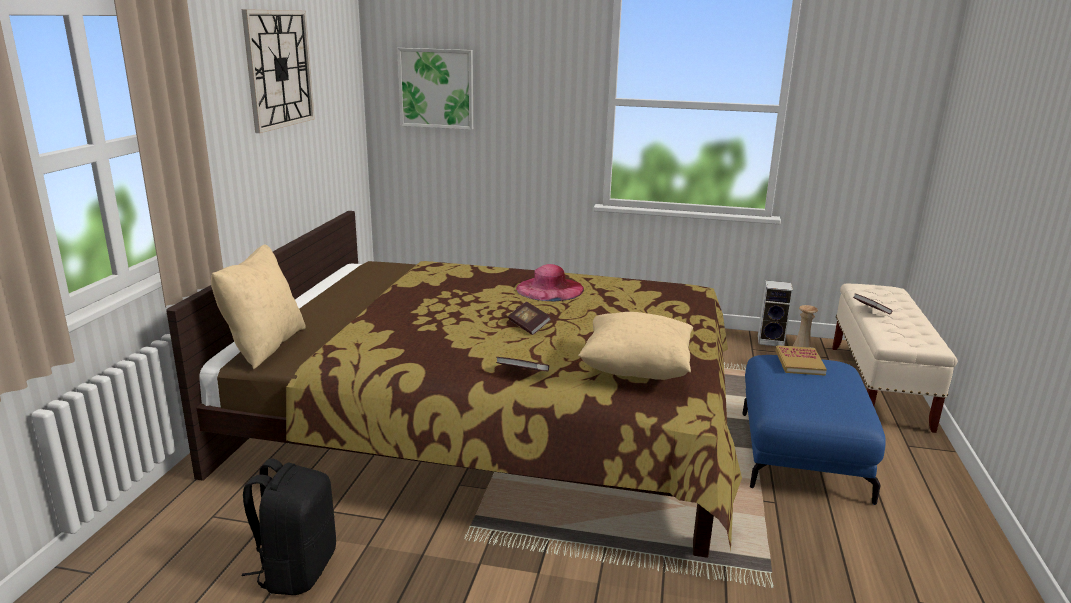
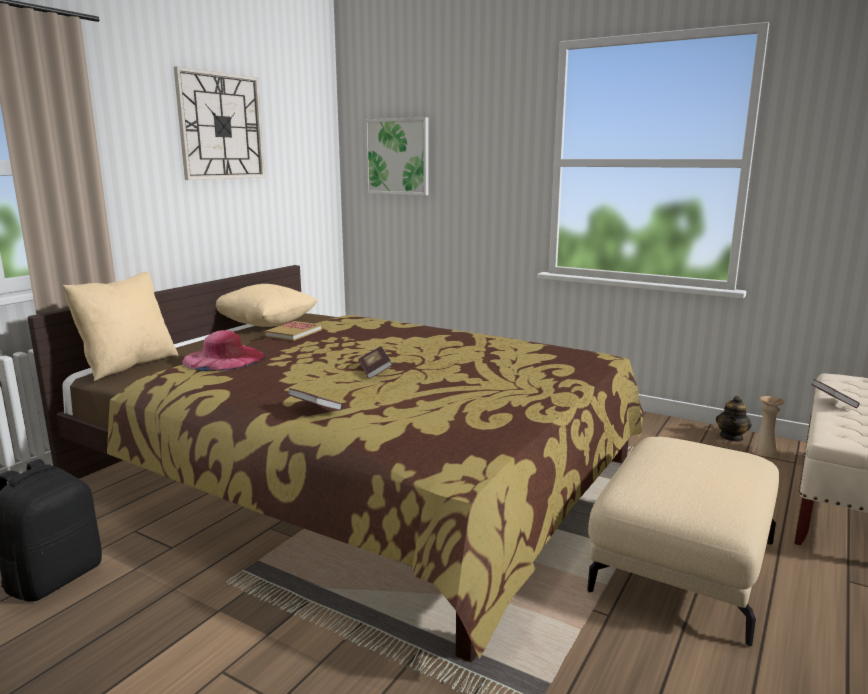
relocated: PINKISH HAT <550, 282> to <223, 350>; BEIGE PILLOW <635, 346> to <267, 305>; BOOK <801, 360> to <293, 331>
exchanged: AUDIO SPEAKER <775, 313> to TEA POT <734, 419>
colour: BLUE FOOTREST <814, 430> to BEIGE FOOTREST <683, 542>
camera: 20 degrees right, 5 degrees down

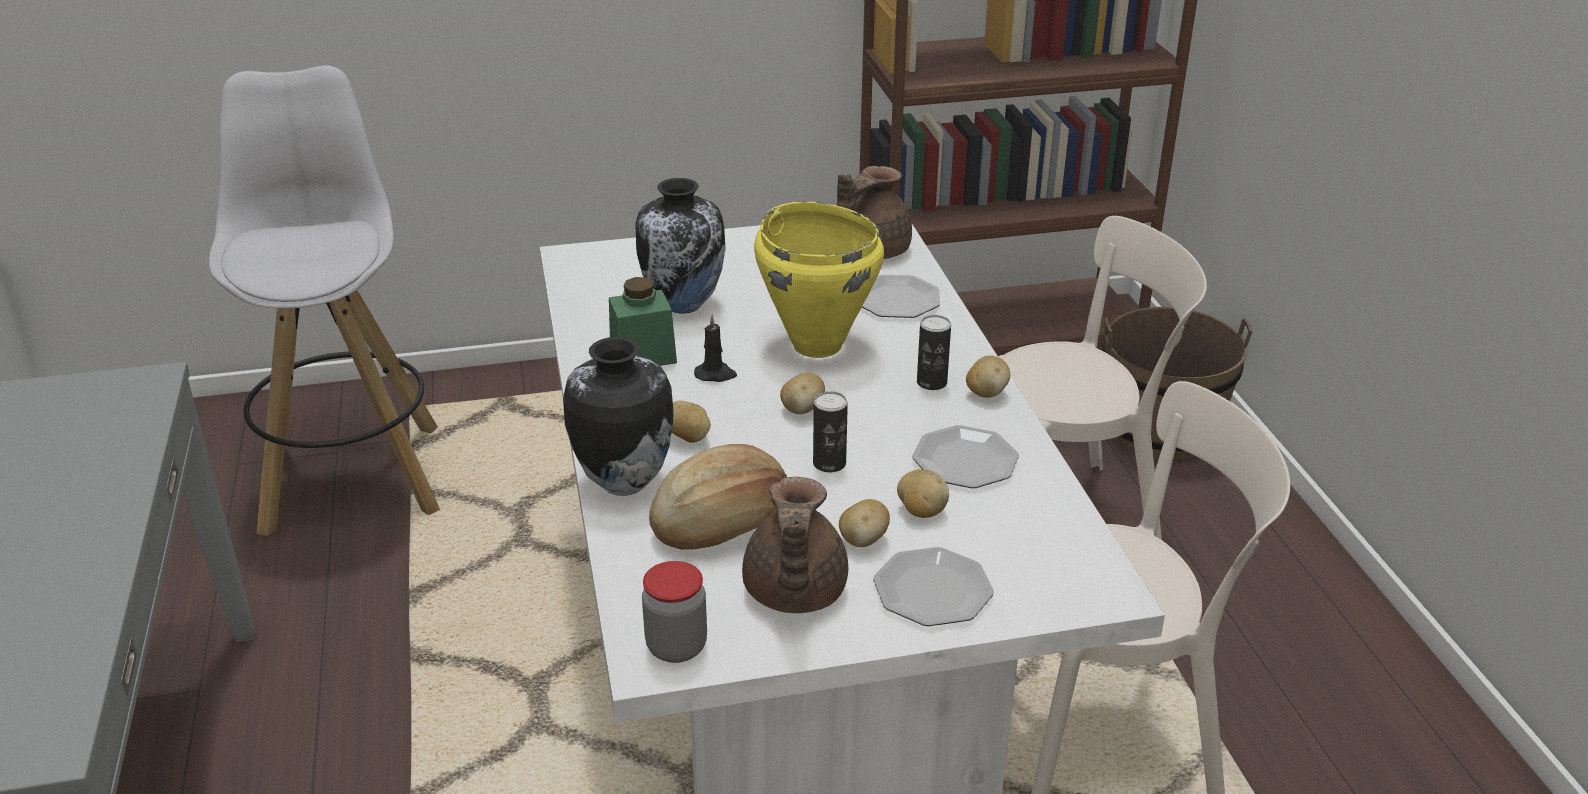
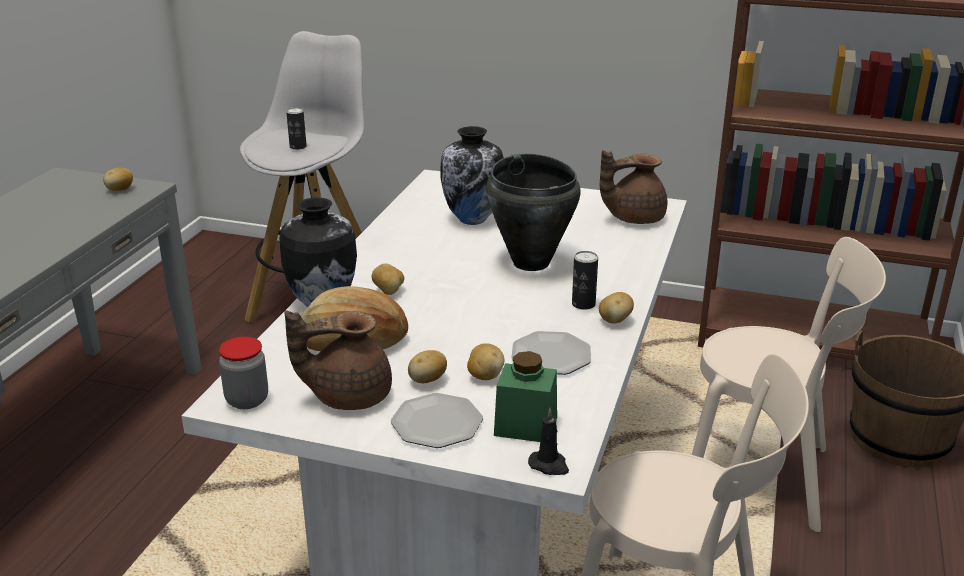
missing: FLAT DISH <901, 296>
relocated: SPUD <802, 393> to <118, 179>; SEALED CAN <830, 431> to <296, 128>; GREEN PRESERVE JAR <643, 321> to <525, 396>; BLACK WAX LIGHT <715, 348> to <548, 441>
colour: YELLOW COOKING POT <819, 280> to BLACK COOKING POT <533, 212>
spun: BROWN-COLOURED TEA POT <795, 545> = <338, 360> 45 degrees clockwise
camera: 30 degrees right, 5 degrees down

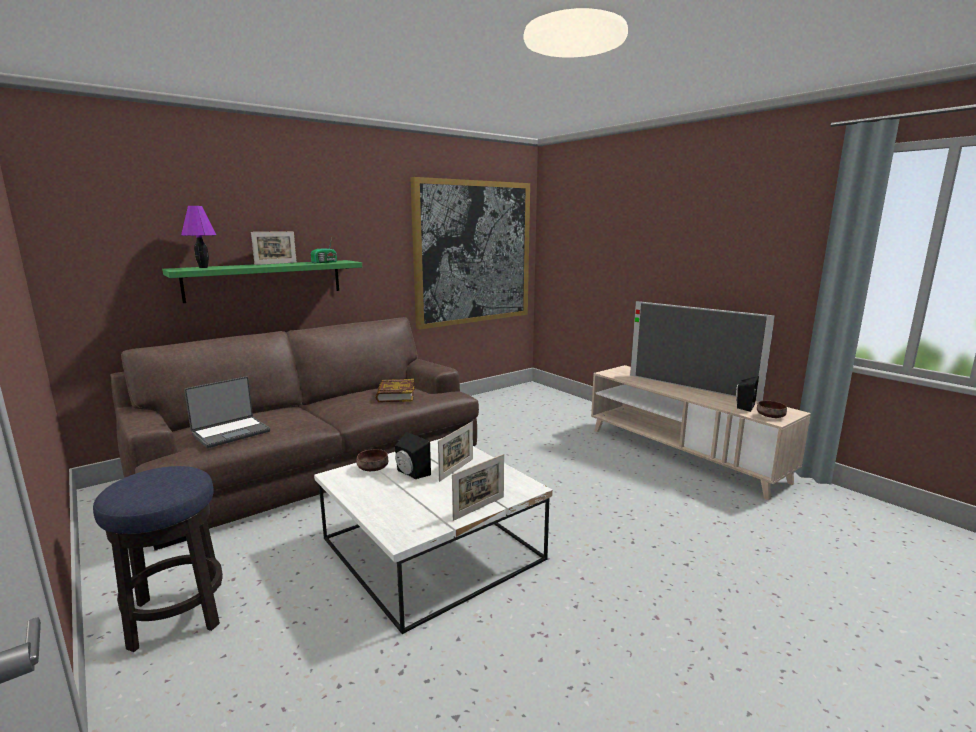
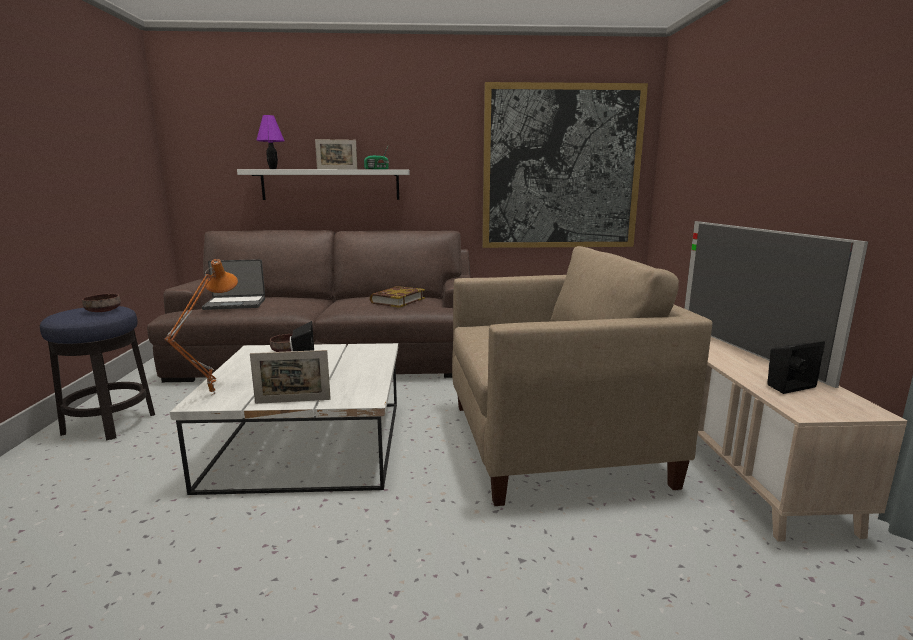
missing: PHOTO FRAME <455, 452>
appeared: ORANGEY LAMP FOR A TABLE <201, 327>; BEIGE EASY CHAIR <582, 376>
relocated: BROWN-COLOURED DEEP DISH <772, 409> to <101, 303>
colour: GREEN WALL SHELF <262, 281> to WHITISH WALL SHELF <323, 184>
camera: 35 degrees right, 0 degrees up

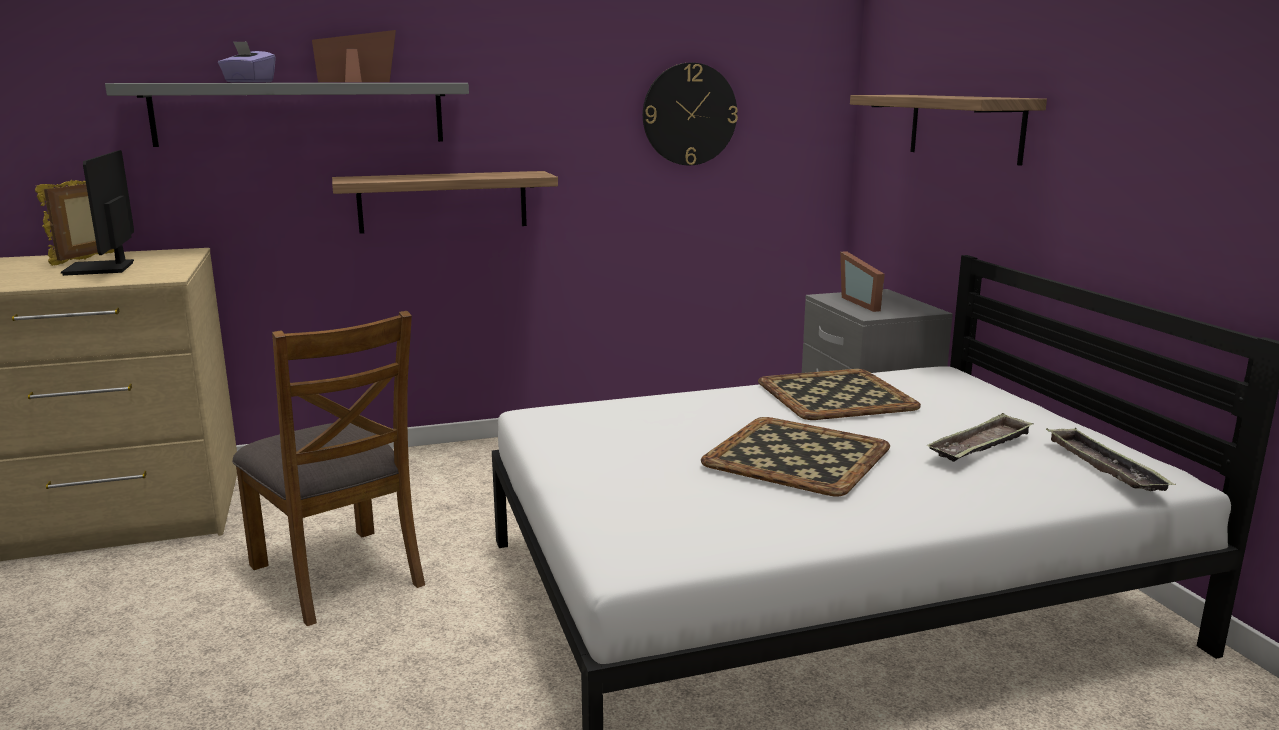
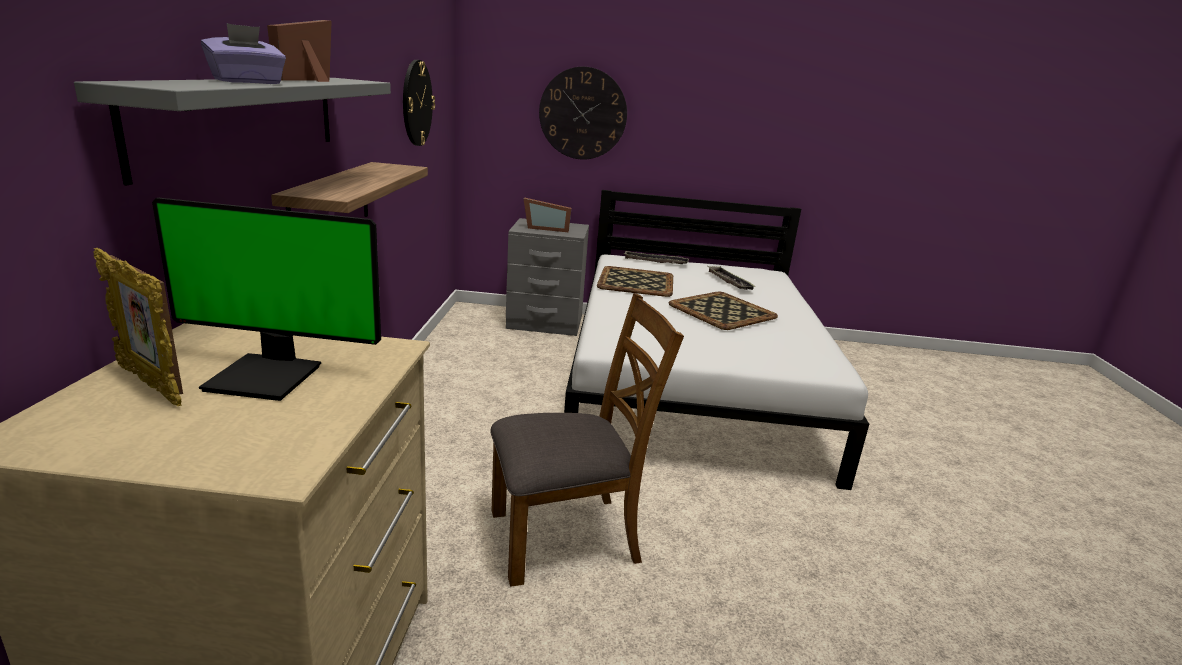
relocated: SERVING TRAY <1111, 459> to <656, 257>
exchanged: WALL SHELF <948, 130> to WALL CLOCK <583, 113>
camera: 70 degrees left, 5 degrees up

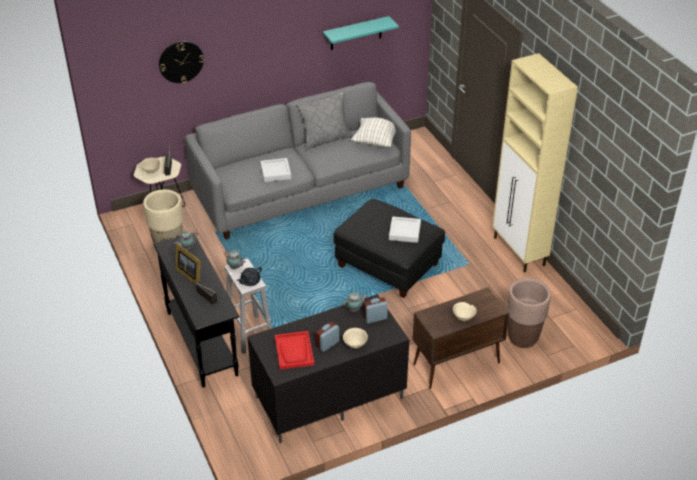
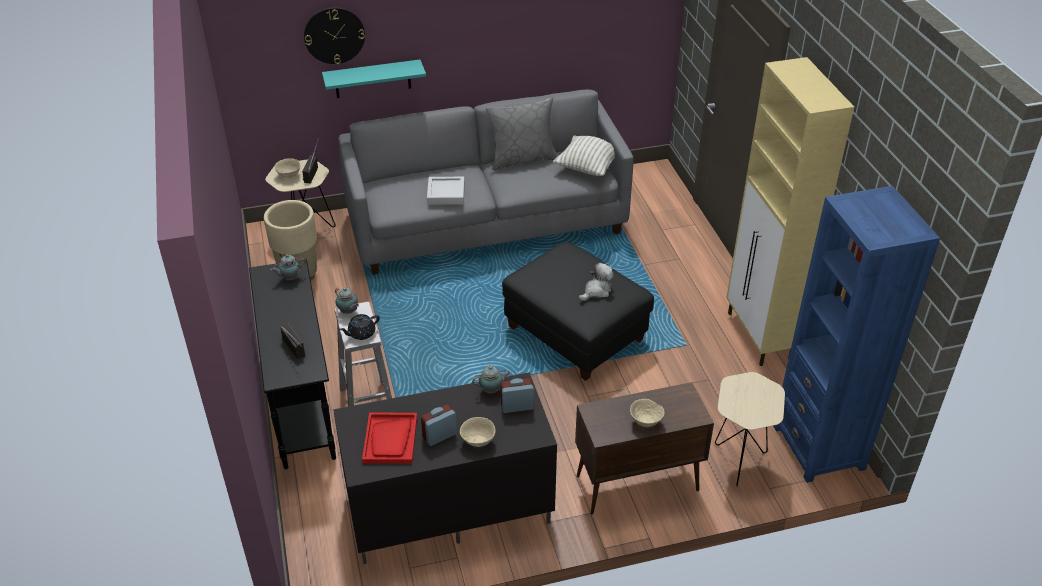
missing: PHOTO FRAME <188, 264>
appeared: BLUE SHELVING UNIT <856, 334>
relocated: TURQUOISE-COLOURED WALL SHELF <361, 33> to <374, 79>
exchanged: GRAY SERVING TRAY <405, 229> to SOFT TOY <596, 282>; BROWN-COLOURED PLANT POT <529, 313> to BEIGE ACCENT TABLE <750, 429>
camera: 10 degrees right, 0 degrees up

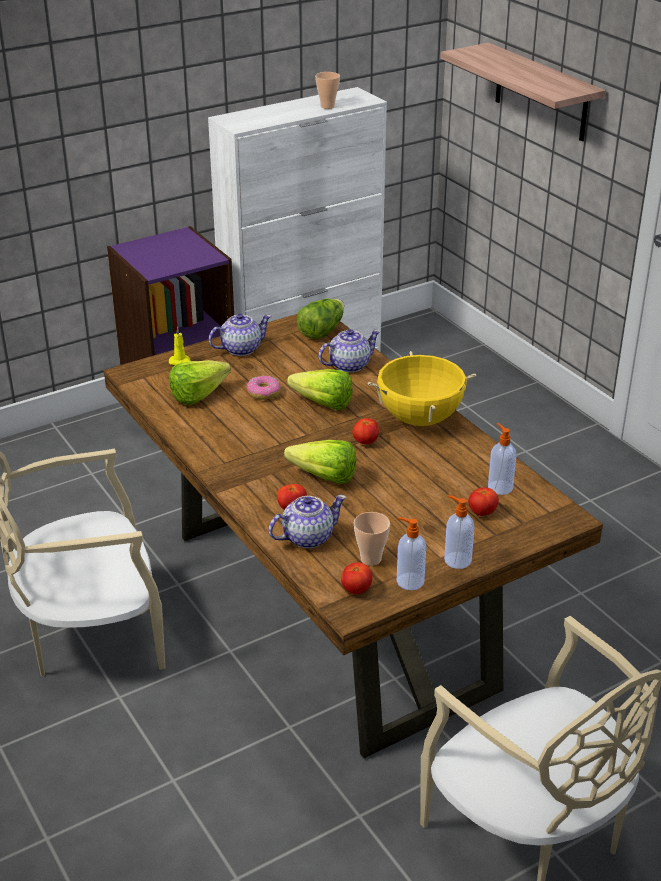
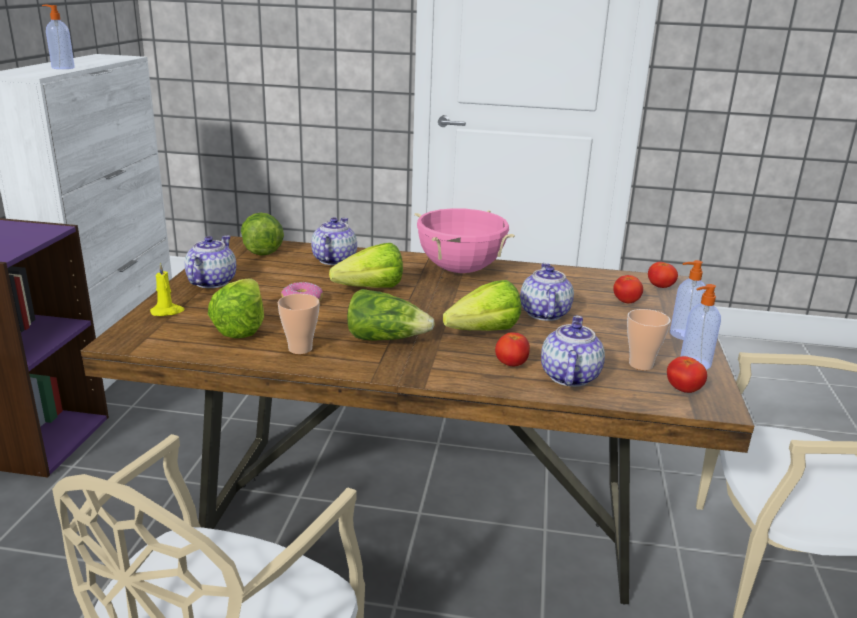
missing: WALL SHELF <522, 92>
appeared: HEAD OF LETTUCE <391, 315>; TEA POT <547, 292>
relocated: SOAP BOTTLE <502, 459> to <58, 37>; SMALL CUP <327, 90> to <299, 324>; TOMATO <365, 431> to <663, 275>
colour: YELLOW COOKING POT <422, 388> to PINKISH COOKING POT <465, 240>
camera: 50 degrees left, 10 degrees down

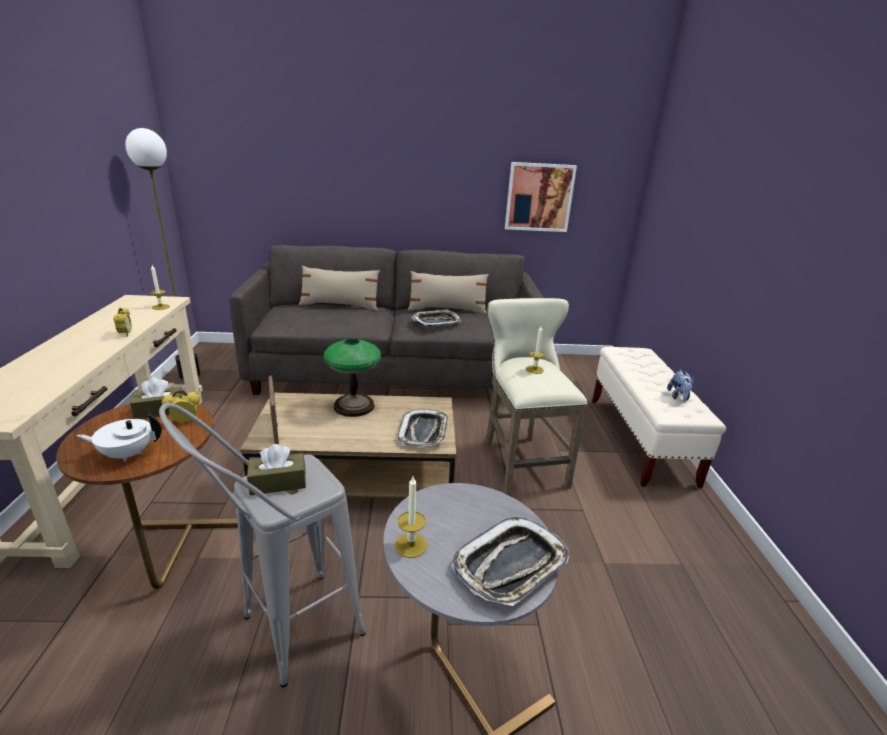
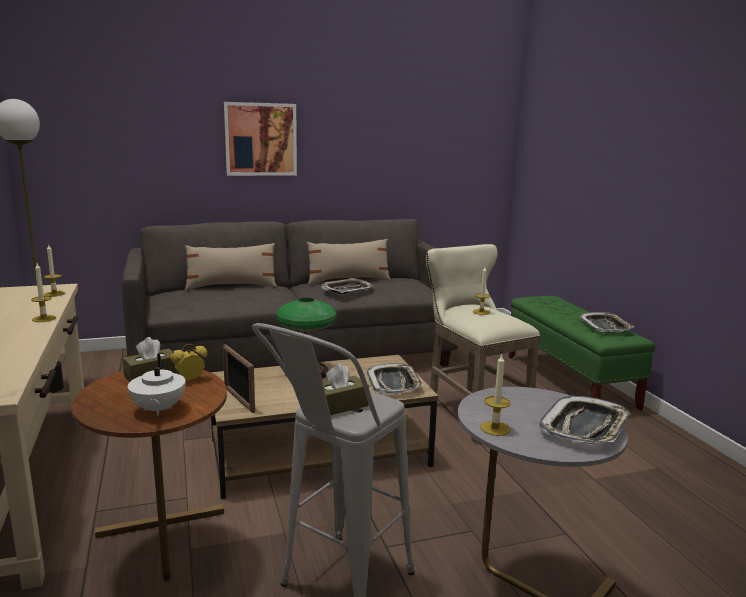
relocated: WALL ART <541, 197> to <260, 139>
exchanged: TABLE CLOCK <122, 322> to WAX LIGHT <43, 292>; SOFT TOY <680, 385> to SERVING TRAY <606, 322>
colour: BEIGE LONG SEAT <659, 417> to GREEN LONG SEAT <582, 353>
spun: WHITISH TEA POT <119, 438> = <157, 385> 75 degrees counterclockwise
camera: 15 degrees left, 10 degrees down

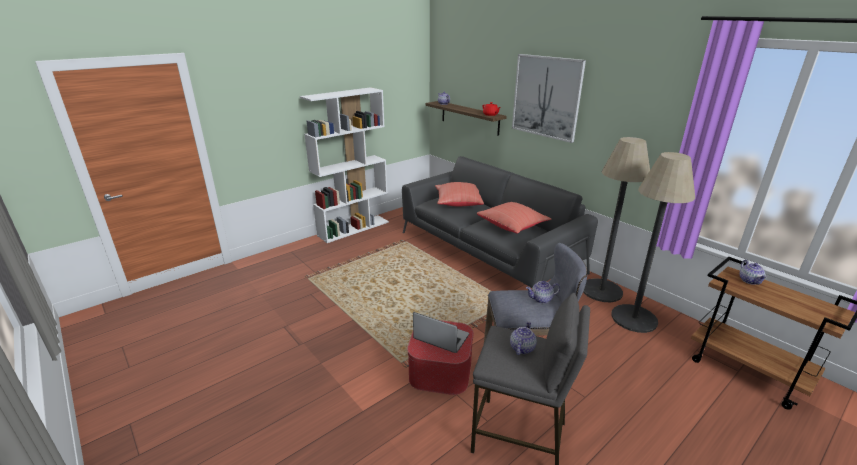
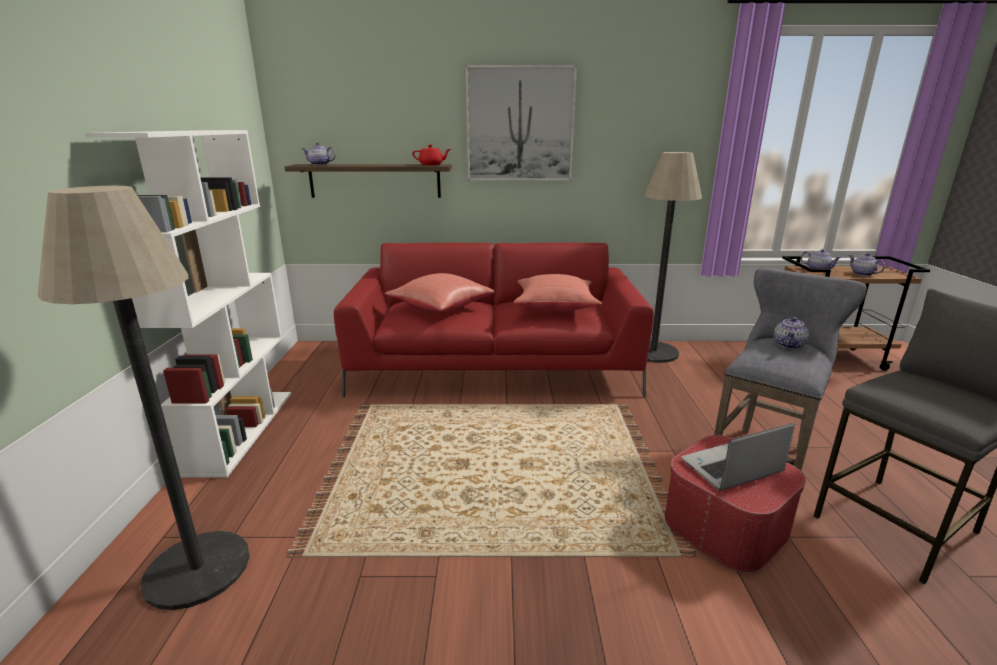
relocated: FLOOR LAMP <653, 242> to <144, 398>; TEA POT <523, 338> to <867, 264>
colour: GRAY SOFA <500, 222> to RED SOFA <494, 319>
camera: 50 degrees left, 5 degrees down

